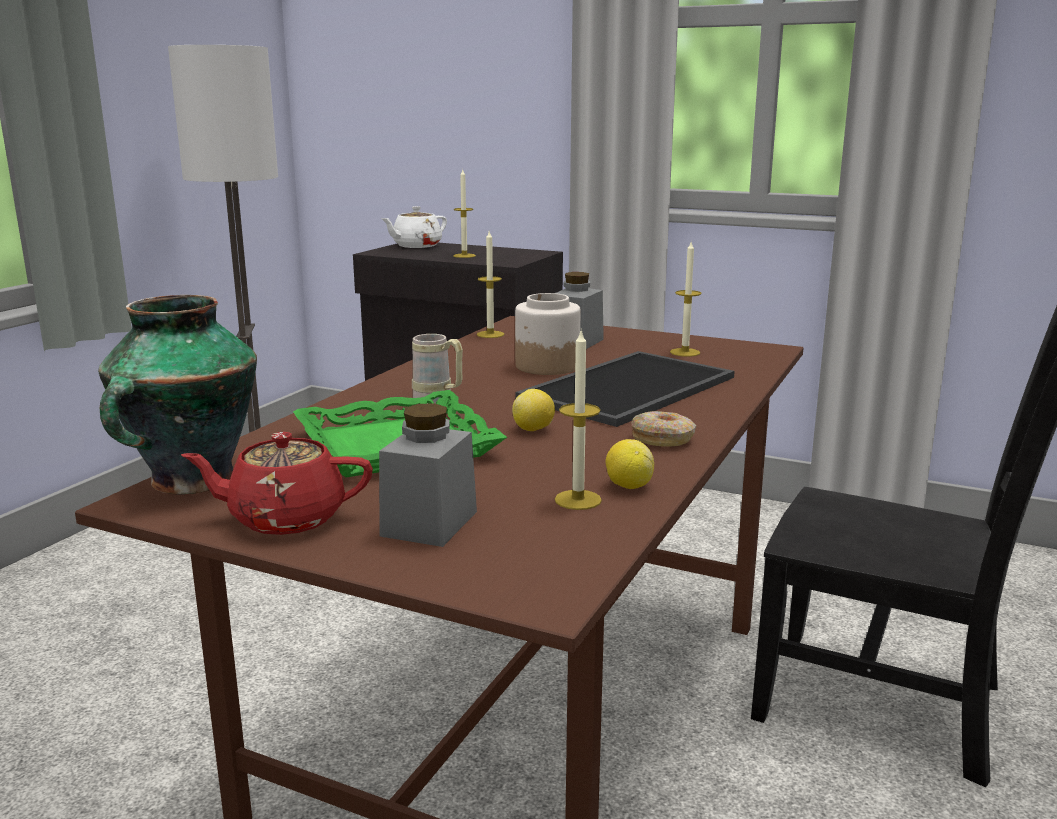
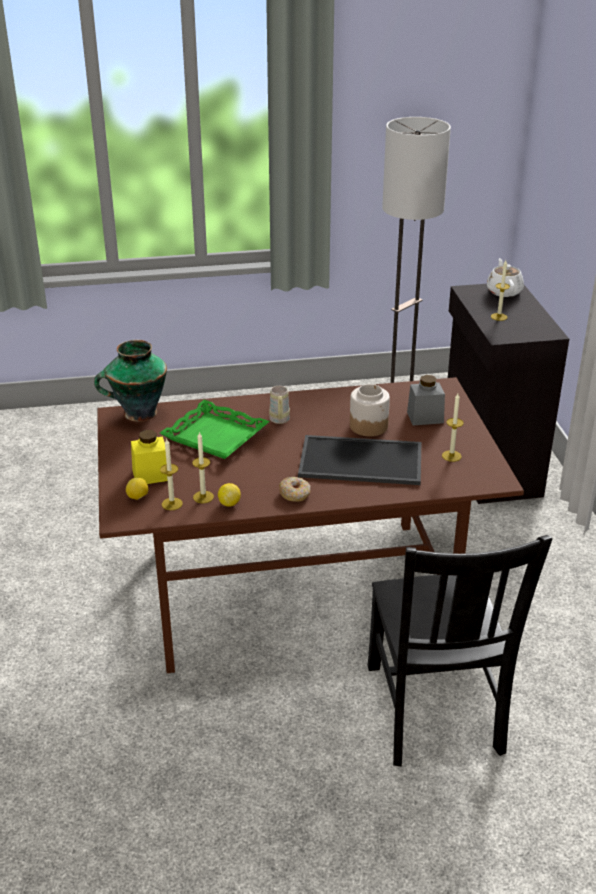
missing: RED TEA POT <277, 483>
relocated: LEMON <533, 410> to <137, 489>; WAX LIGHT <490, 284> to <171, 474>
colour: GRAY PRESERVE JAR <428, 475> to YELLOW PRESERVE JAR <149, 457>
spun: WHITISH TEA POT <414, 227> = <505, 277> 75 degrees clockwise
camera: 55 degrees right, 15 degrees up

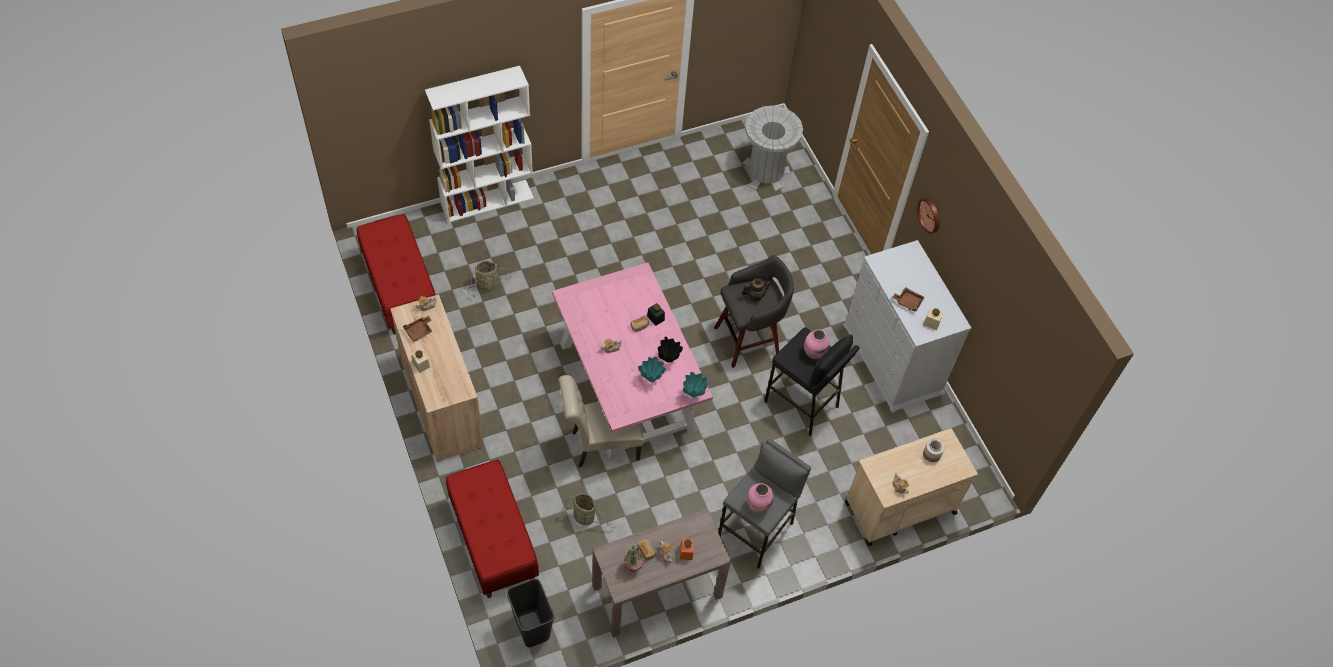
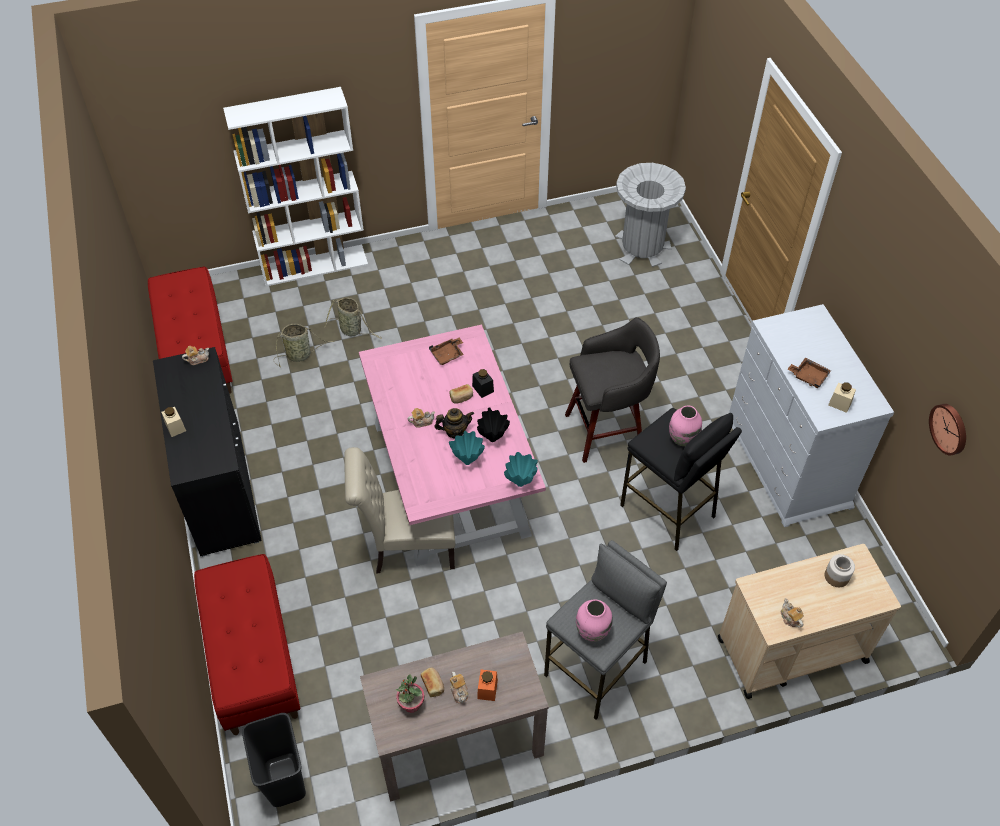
relocated: BASKET <588, 511> to <353, 318>; BROWN-COLOURED SERVING TRAY <418, 329> to <446, 351>; TEA POT <757, 289> to <454, 423>; WALL CLOCK <928, 216> to <947, 430>
colour: BEIGE STORAGE CABINET <437, 378> to BLACK STORAGE CABINET <207, 452>
camera: 10 degrees right, 5 degrees down

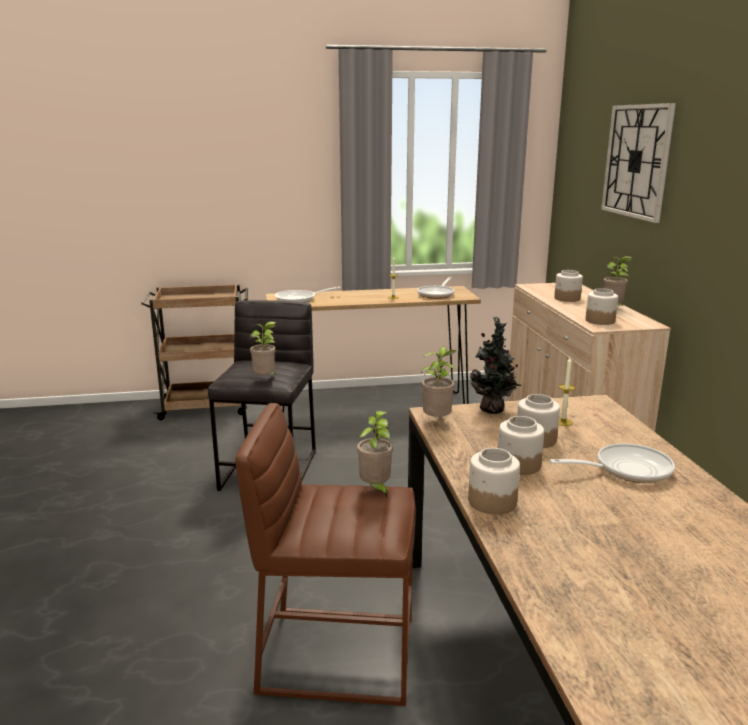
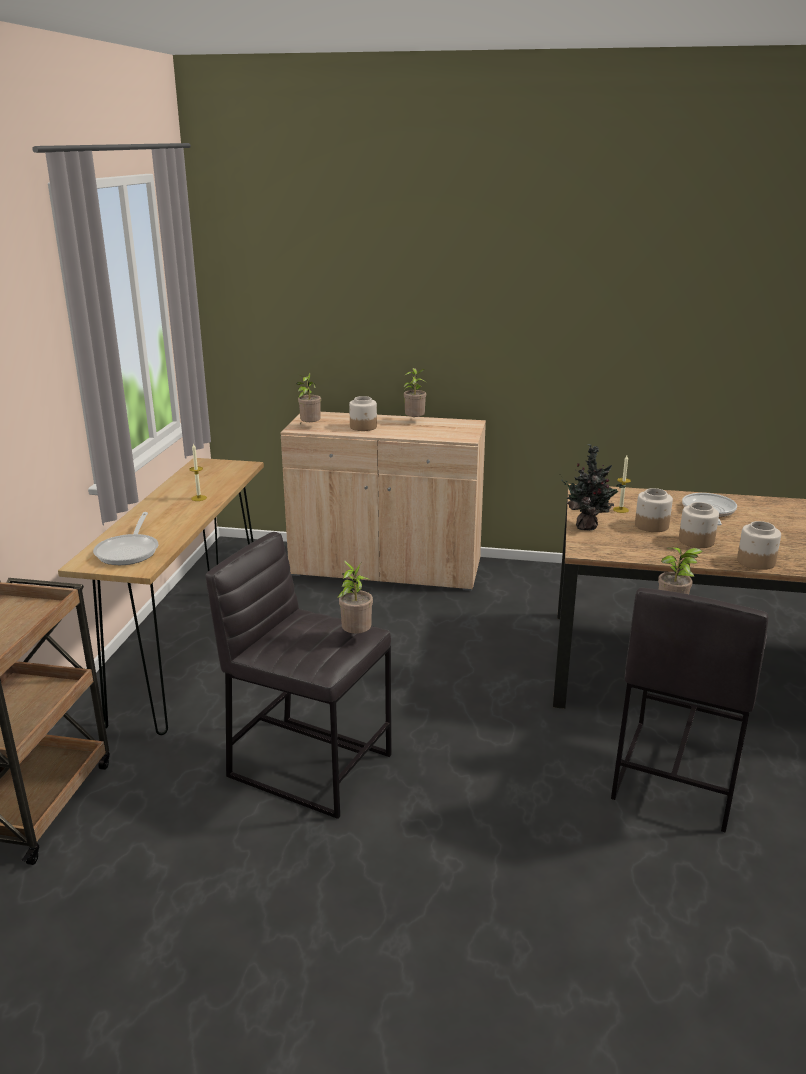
missing: FRYING PAN <436, 288>; PRESERVE JAR <602, 306>; WALL CLOCK <638, 163>
relocated: PLANT IN A POT <438, 381> to <309, 398>
colour: BROWN-COLOURED SITTING STOOL <325, 554> to GRAY SITTING STOOL <689, 710>
camera: 70 degrees left, 5 degrees up

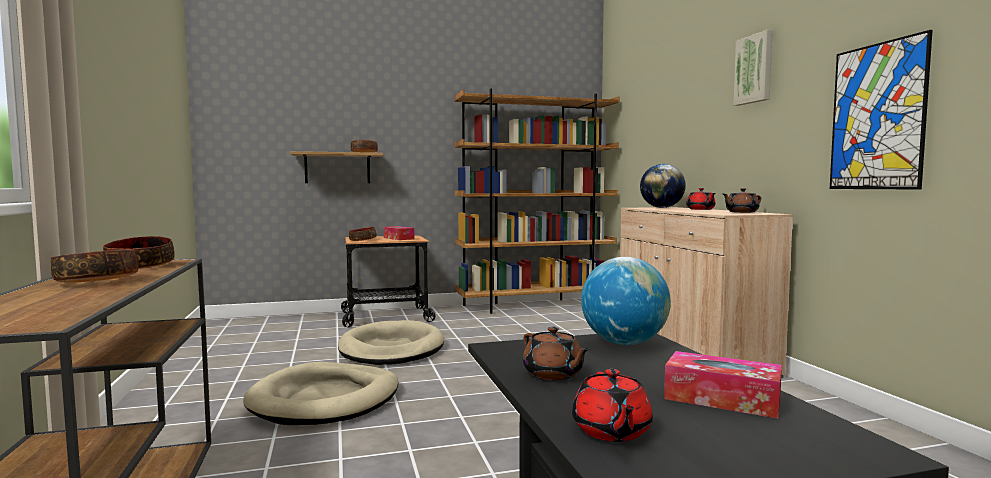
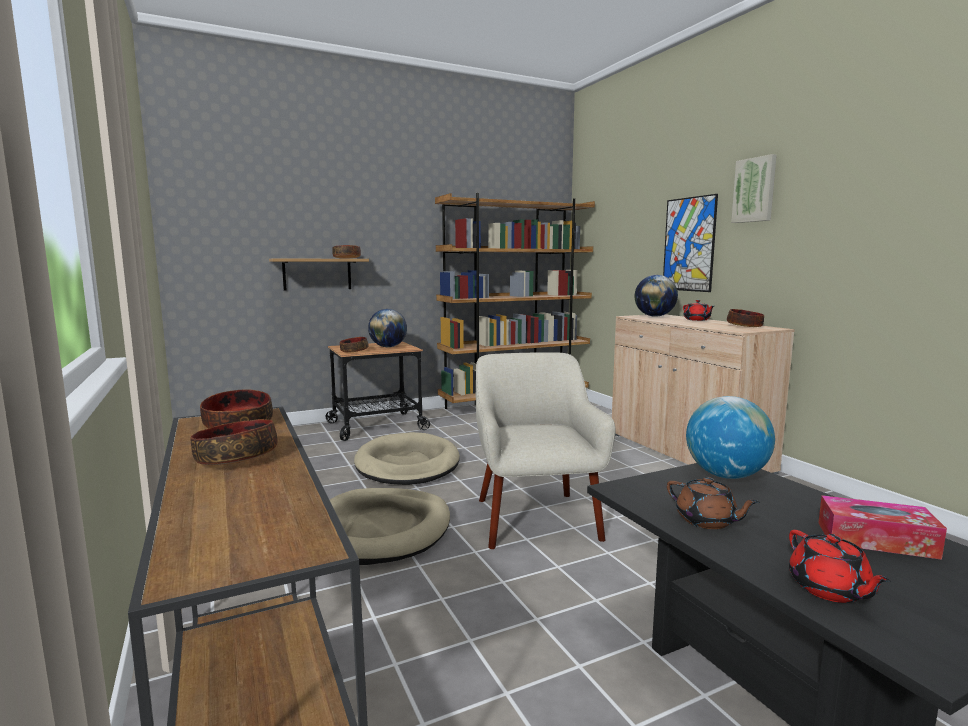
appeared: BEIGE EASY CHAIR <545, 450>
relocated: WALL ART <881, 110> to <690, 243>
exchanged: TISSUE BOX <399, 233> to WORLD GLOBE <387, 328>; BROWN-COLOURED TEA POT <742, 200> to DEEP DISH <745, 318>
camera: 10 degrees left, 5 degrees up

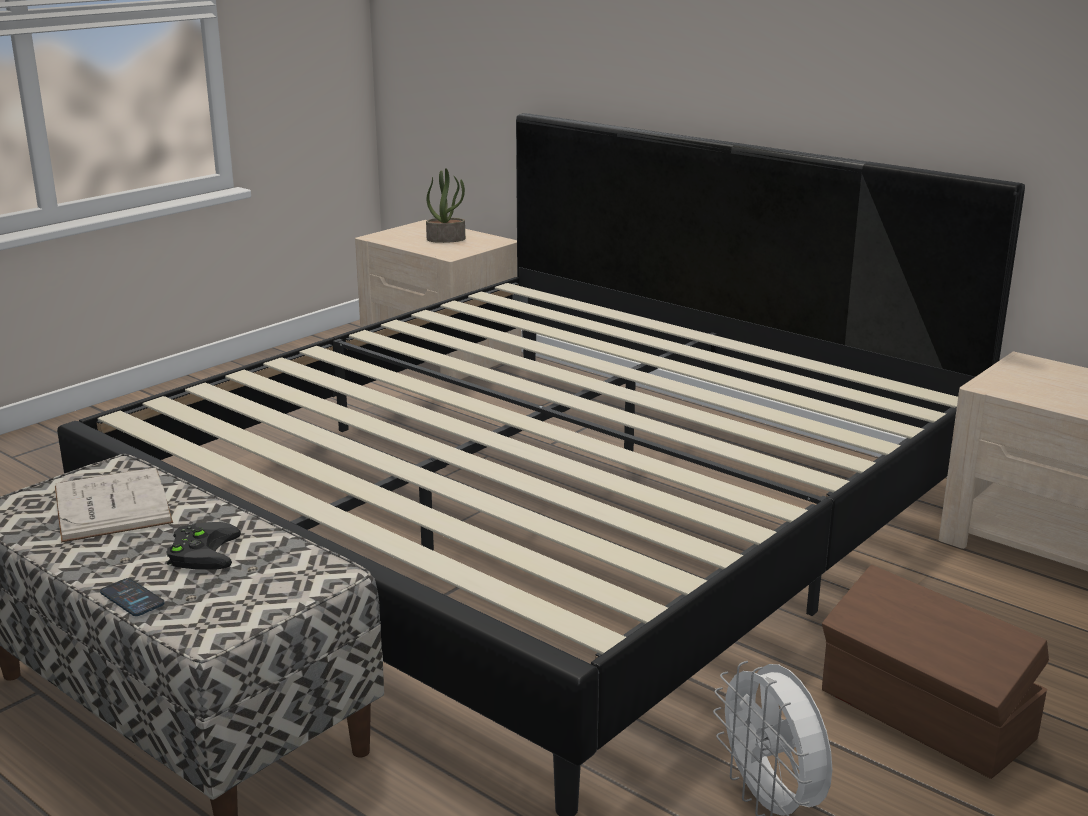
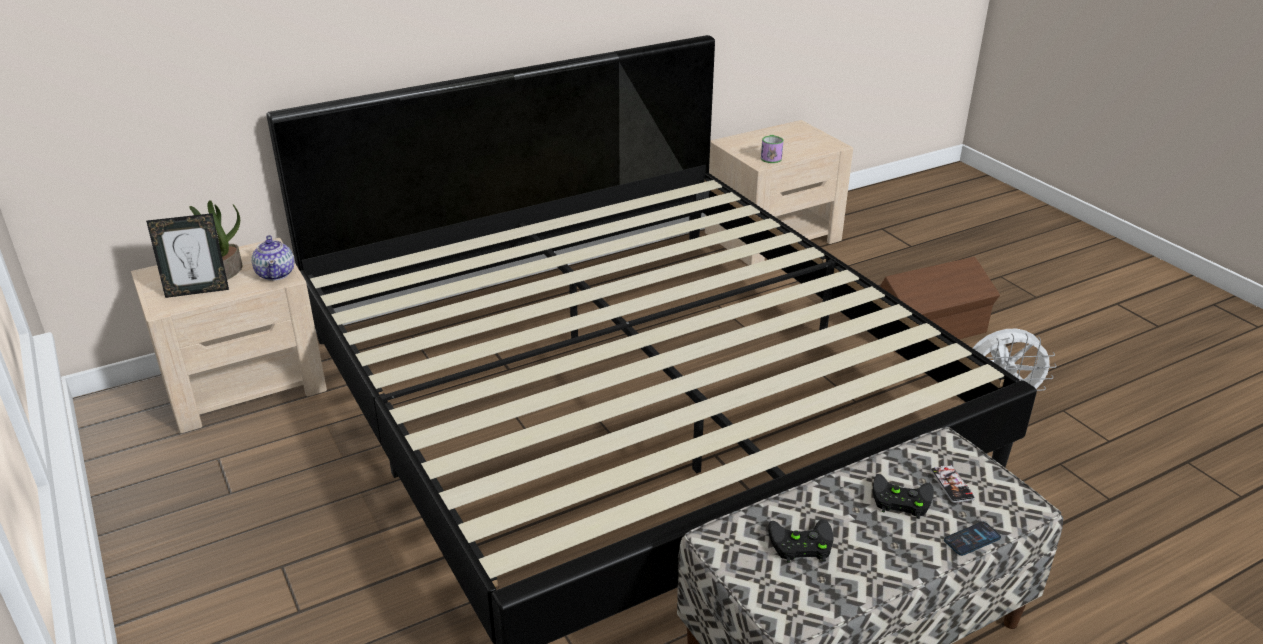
appeared: PHOTO FRAME <187, 255>; TEA POT <272, 258>; COFFEE MUG <772, 149>; PHONE <952, 484>
exchanged: WHITISH BOOK <114, 505> to BLACK JOYPAD <800, 541>
camera: 70 degrees left, 10 degrees up

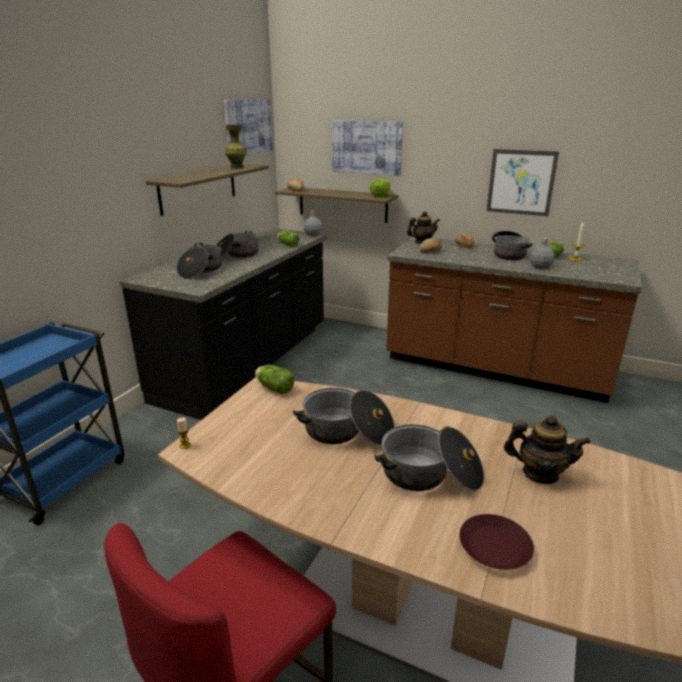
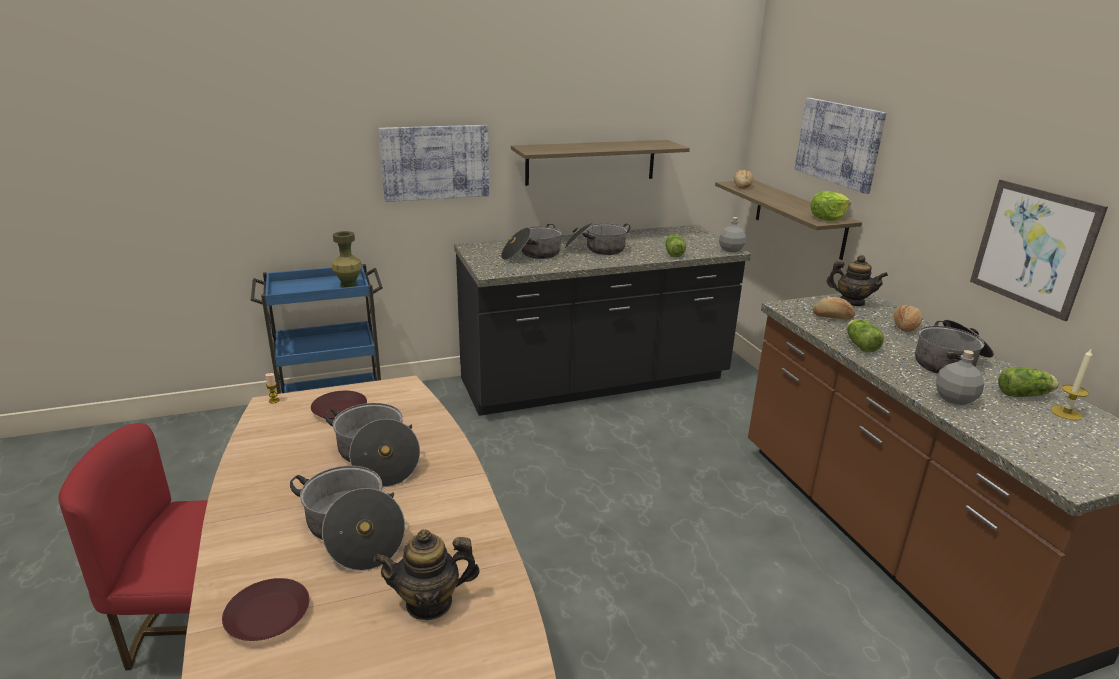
appeared: BROWN-COLOURED FLAT DISH <339, 405>
relocated: GREEN FLOWER VASE <236, 147> to <347, 259>; WALL ART <248, 127> to <434, 163>; HEAD OF LETTUCE <275, 379> to <865, 335>
spun: TEA POT <547, 449> = <426, 575> 105 degrees clockwise
camera: 45 degrees right, 0 degrees up

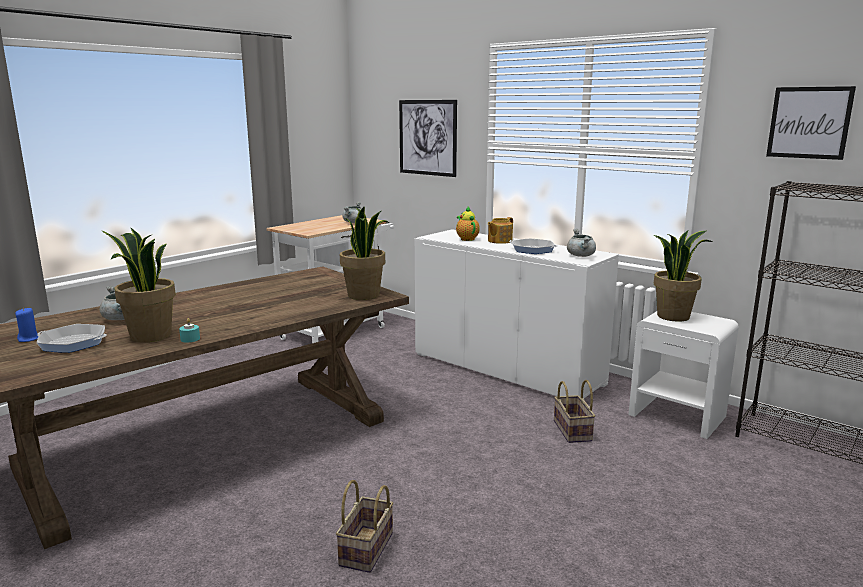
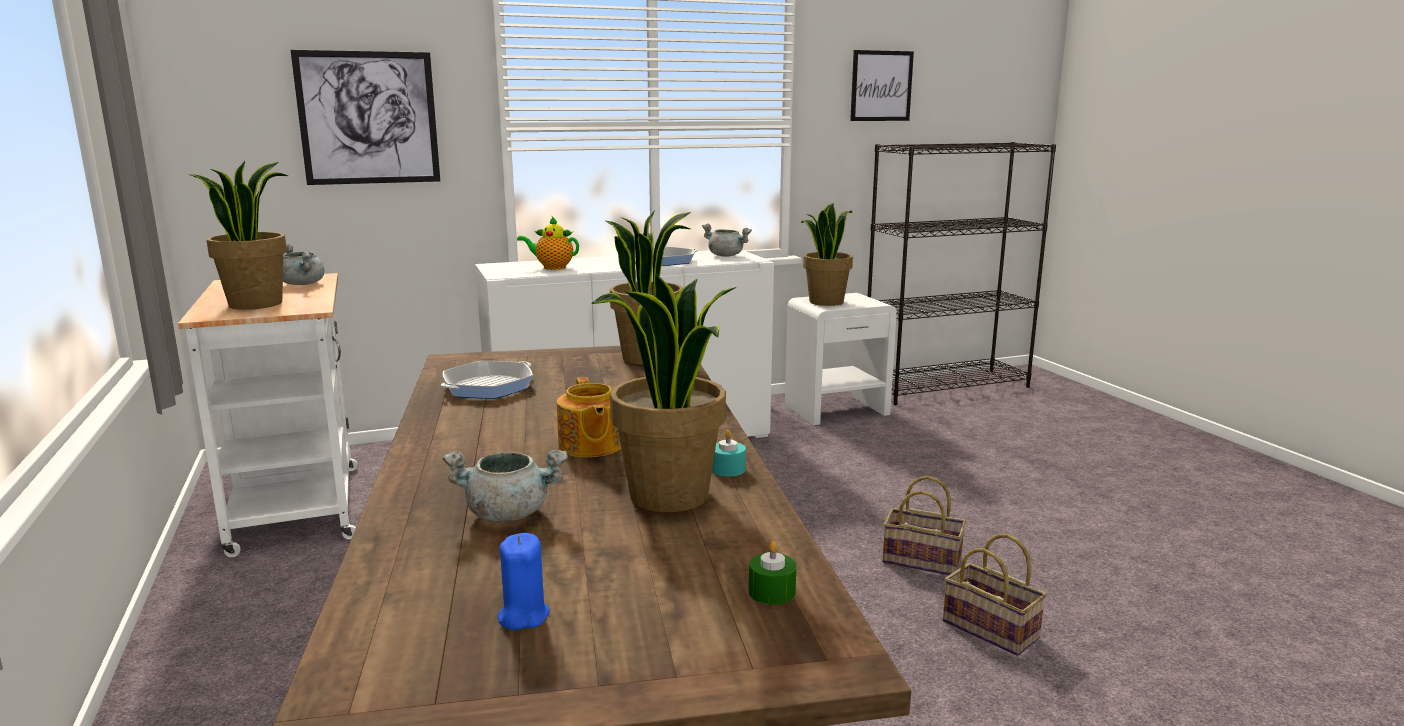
appeared: PLANT IN A POT <238, 235>; GREEN WAX LIGHT <772, 573>
relocated: FRYING PAN <72, 338> to <487, 380>; TEA POT <500, 230> to <589, 417>; BASKET <574, 411> to <924, 525>
camera: 60 degrees left, 0 degrees up

